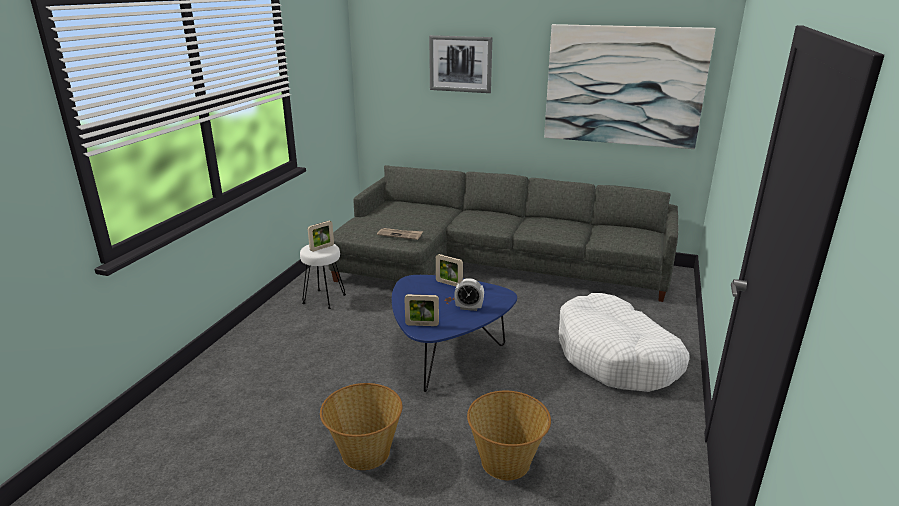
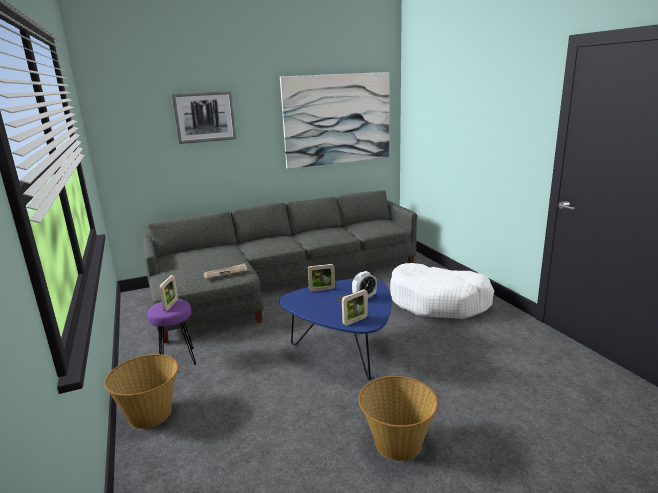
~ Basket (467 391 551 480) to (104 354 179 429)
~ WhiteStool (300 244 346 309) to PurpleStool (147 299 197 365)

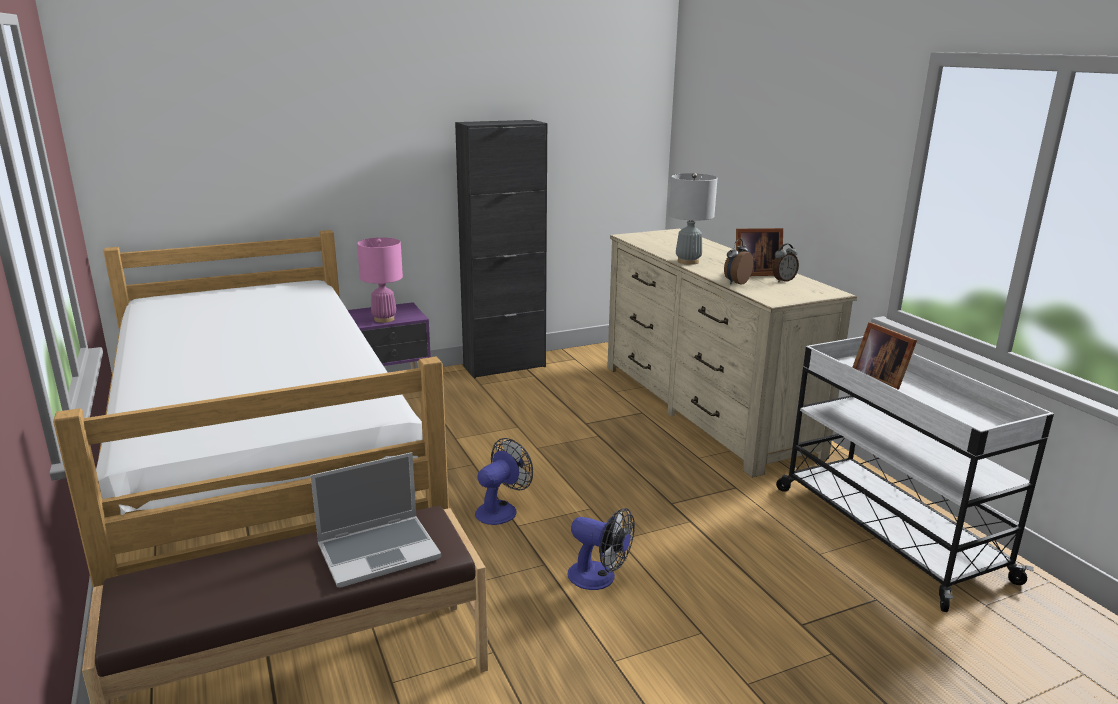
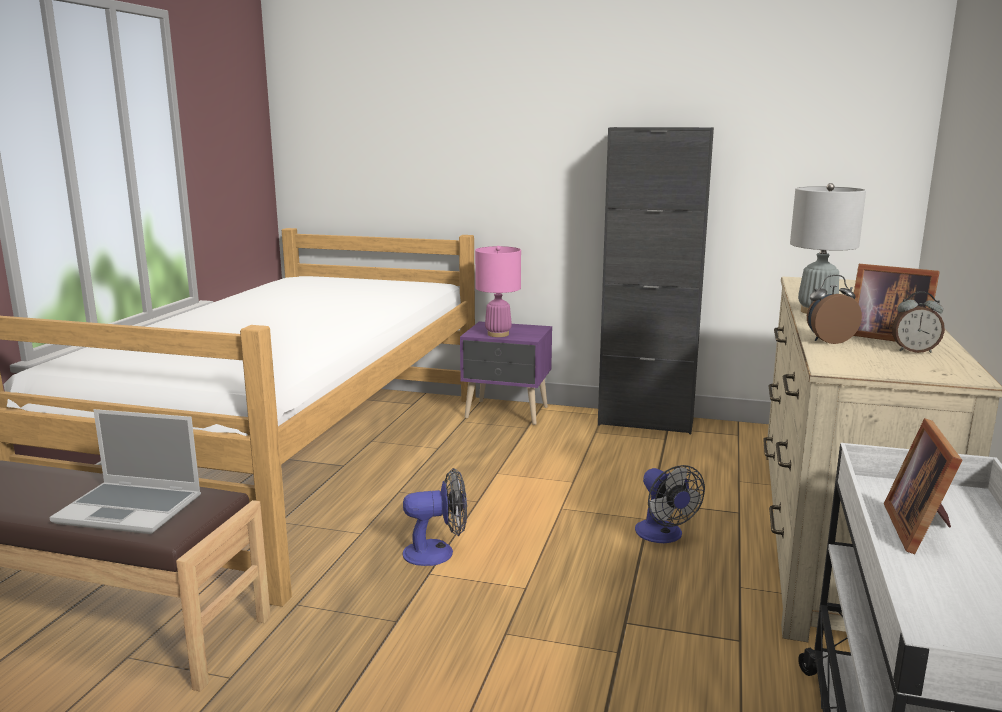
~ Fan (568 508 635 590) to (635 465 705 543)

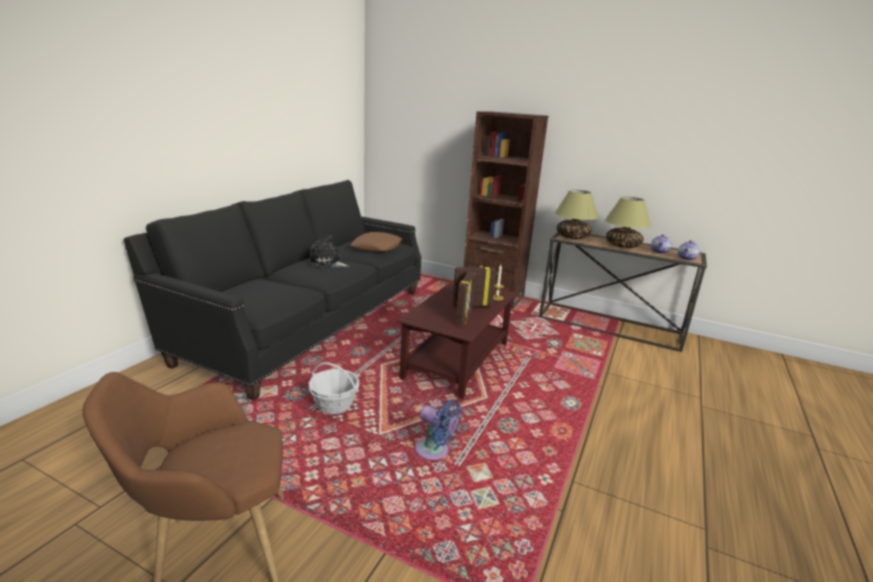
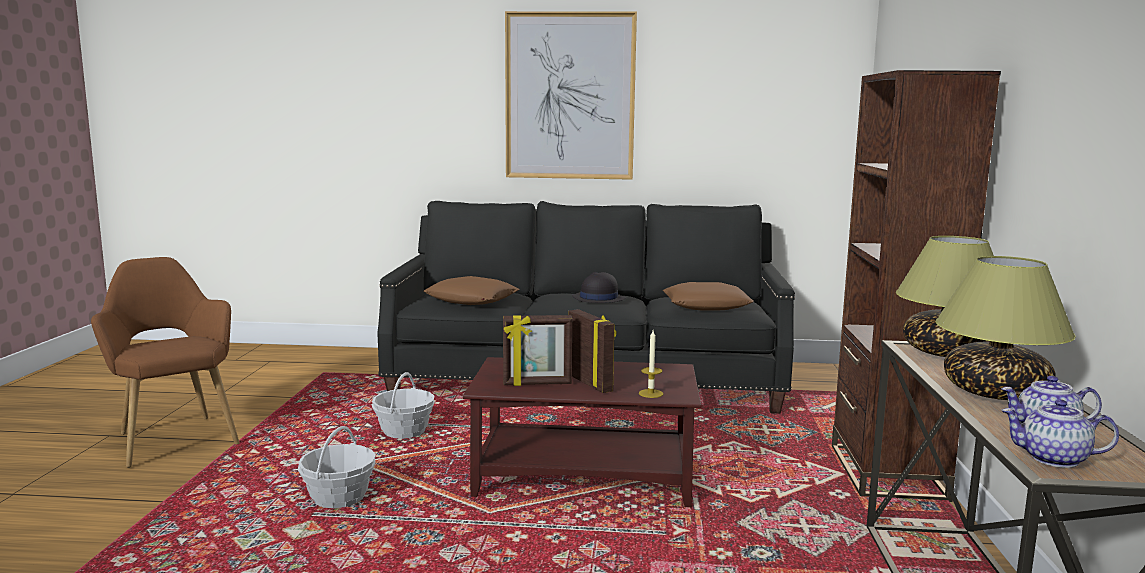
+ BrownPillow (424 276 519 305)
+ Picture (505 11 637 180)
~ PlushToy (309 236 349 268) to BlackHat (572 272 626 303)
~ BlueFan (415 399 462 460) to Basket (298 426 376 508)

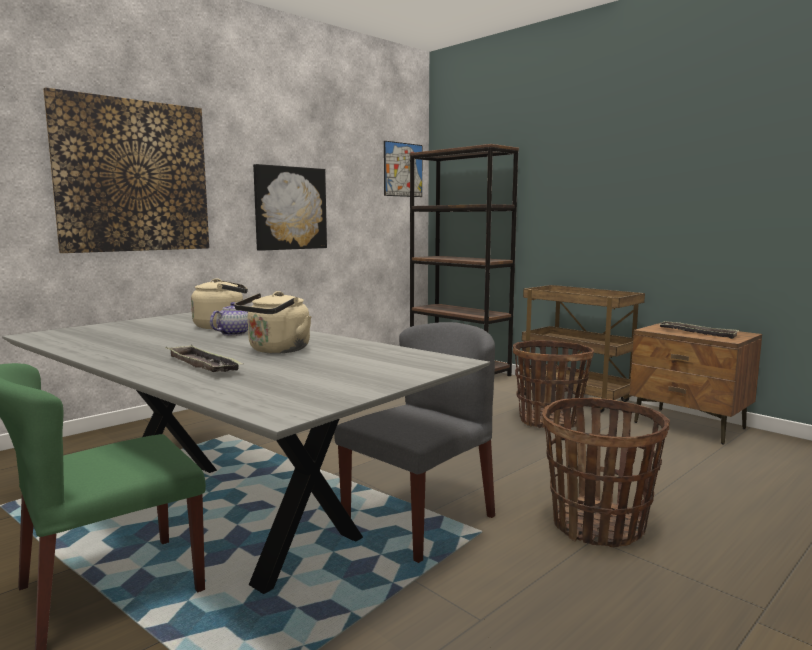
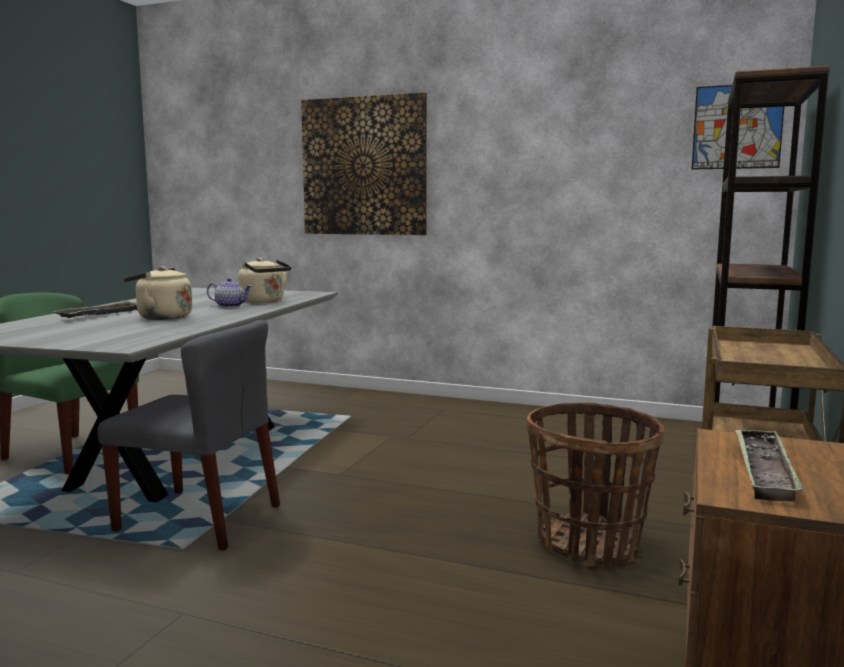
- Picture (253 164 327 251)
- Basket (542 398 670 547)

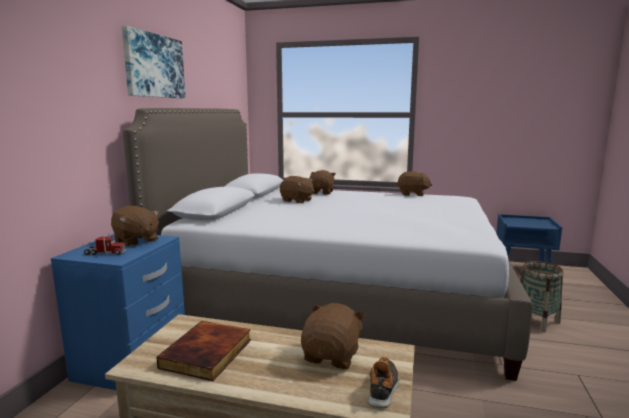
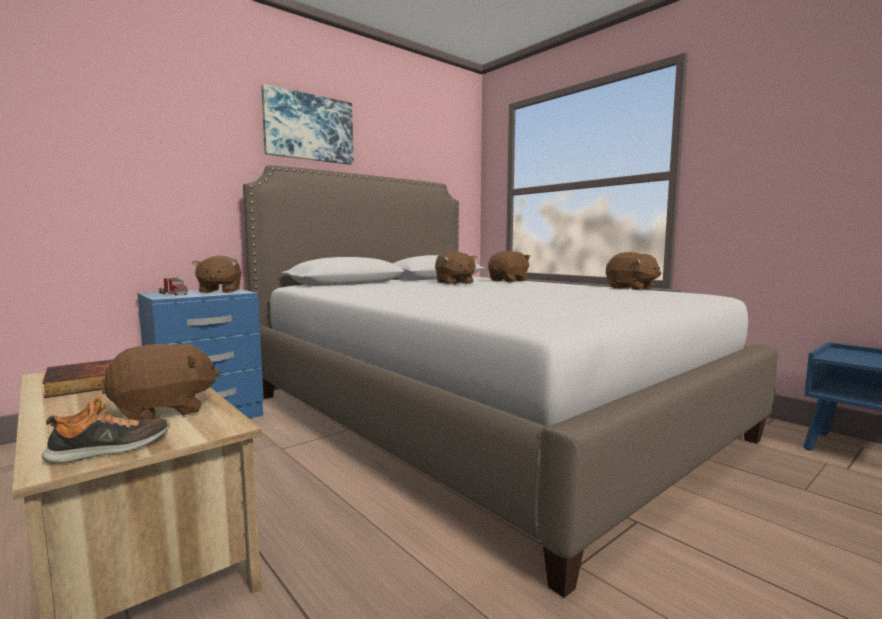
- Basket (520 261 563 332)

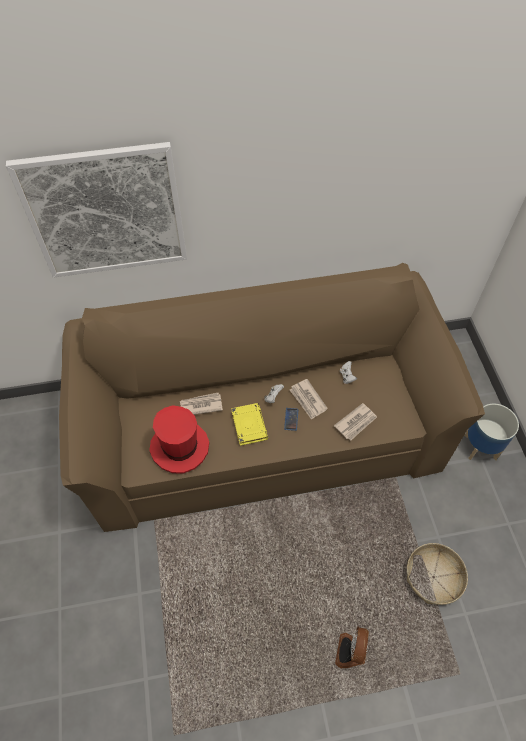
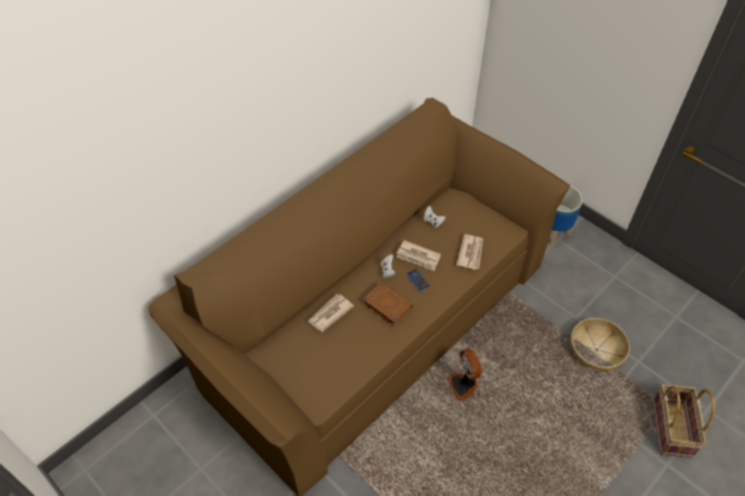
- Picture (6 142 187 278)
- RedHat (149 405 209 474)
+ Basket (652 384 715 458)
~ Fan (335 627 369 668) to (447 349 482 401)
~ YellowBook (231 403 268 446) to BrownBook (363 282 413 326)

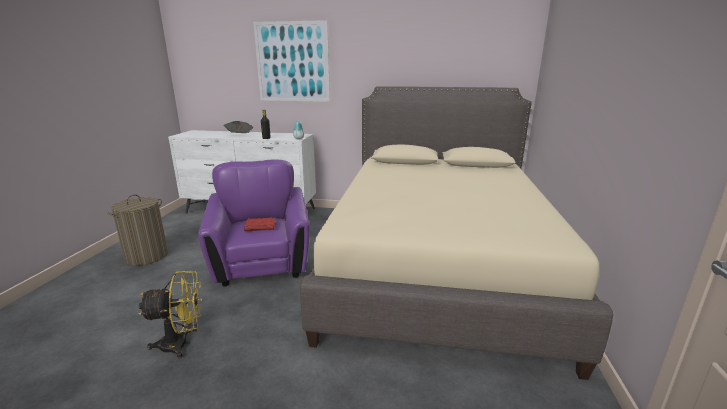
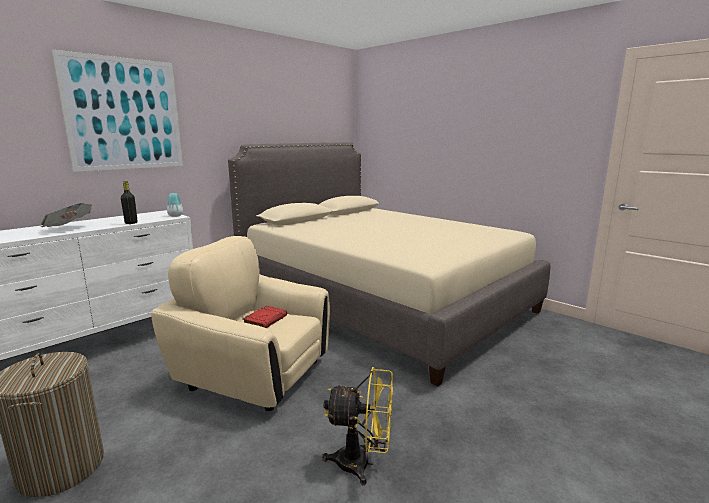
~ PurpleArmchair (198 159 310 287) to BeigeArmchair (151 236 330 411)
~ YellowFan (139 271 202 359) = (323 367 393 485) 75 degrees clockwise

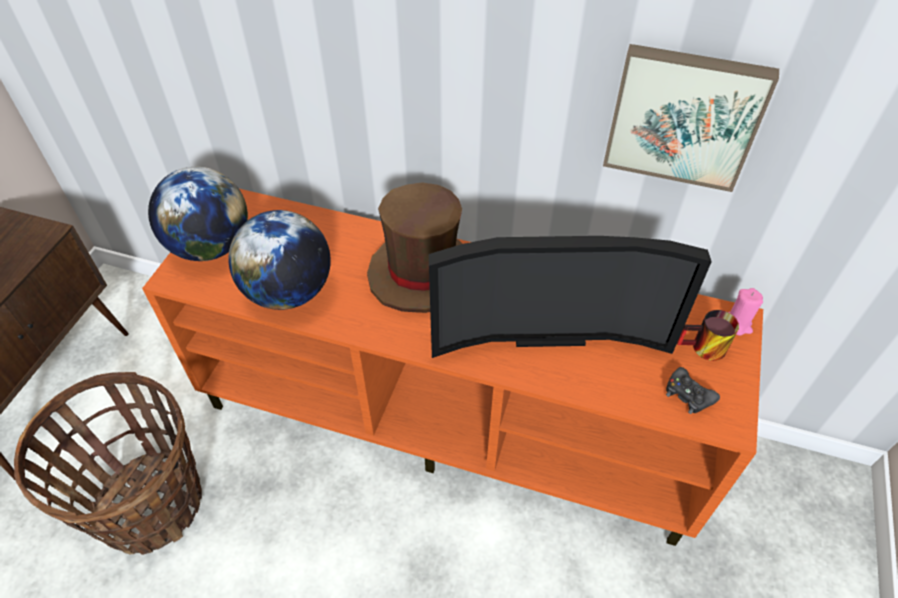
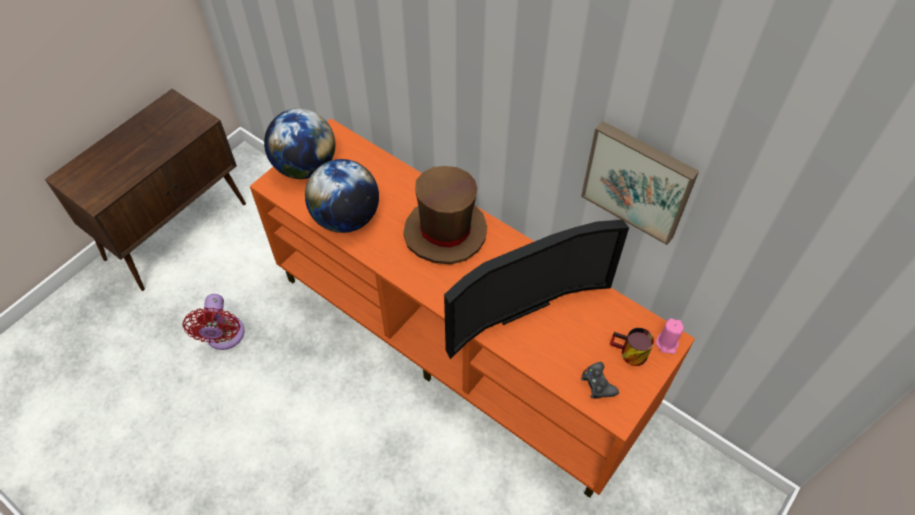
~ Basket (14 372 202 555) to RedFan (182 294 245 350)
~ Television (429 236 712 358) = (444 220 629 359) 45 degrees counterclockwise

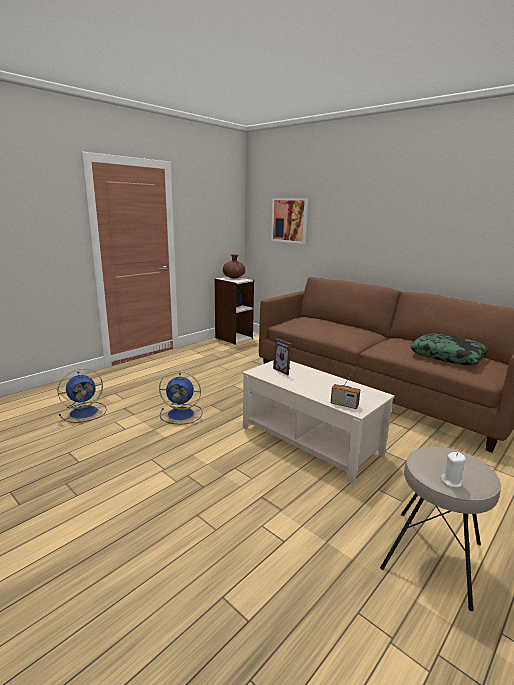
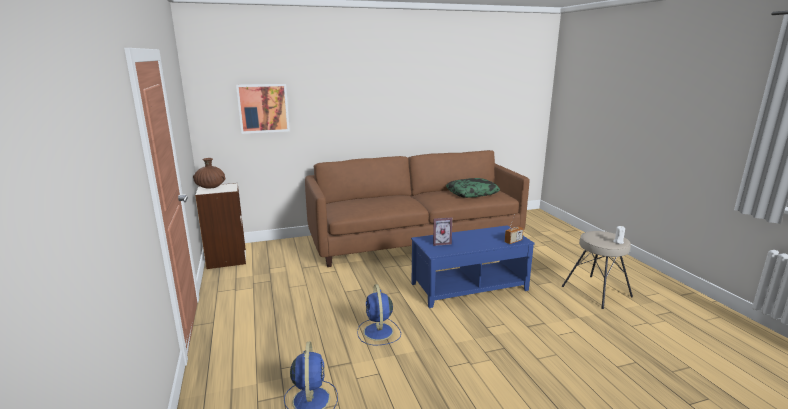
~ BeigeCoffeeTable (243 360 395 485) to BlueCoffeeTable (411 225 535 308)
~ BlueFan (159 370 203 425) = (357 284 401 345) 135 degrees clockwise

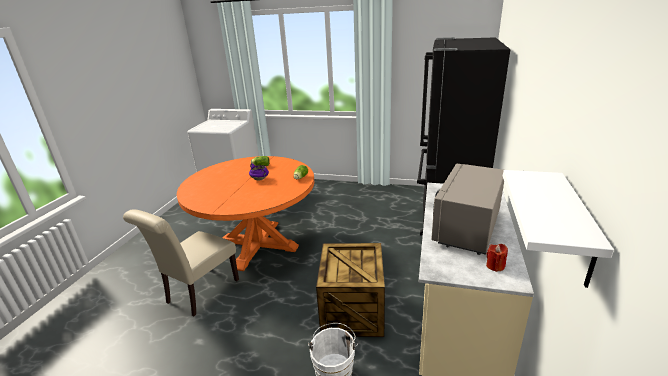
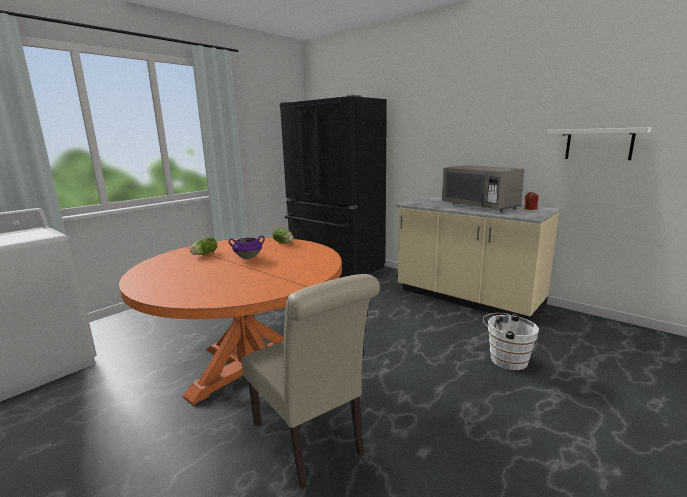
- Crate (316 243 385 337)

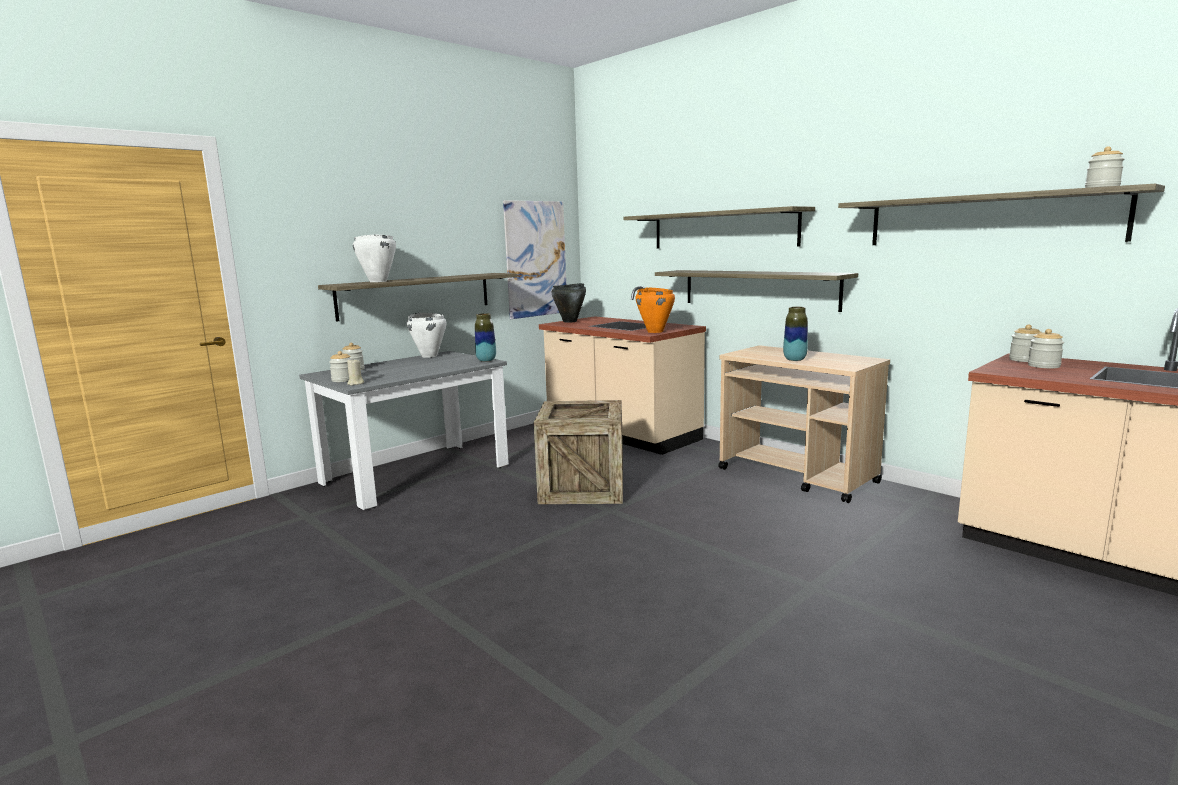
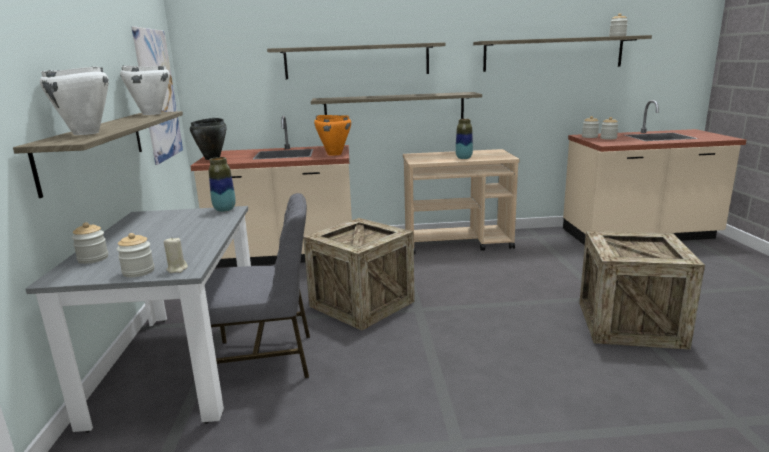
+ GreyChair (205 193 310 378)
+ Crate (579 231 705 350)
~ WhiteCookingPot (407 313 446 358) to (120 65 170 115)

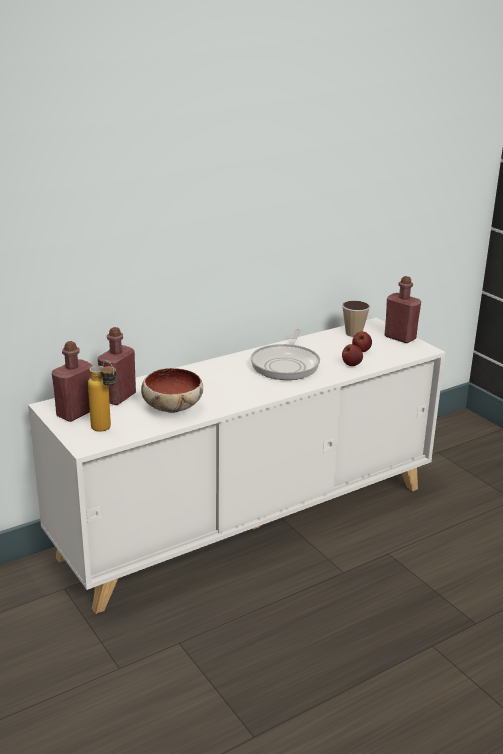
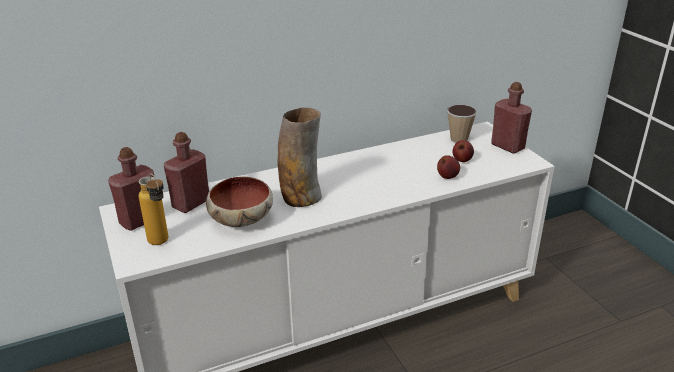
- FryingPan (251 329 320 380)
+ Vase (277 107 322 207)

